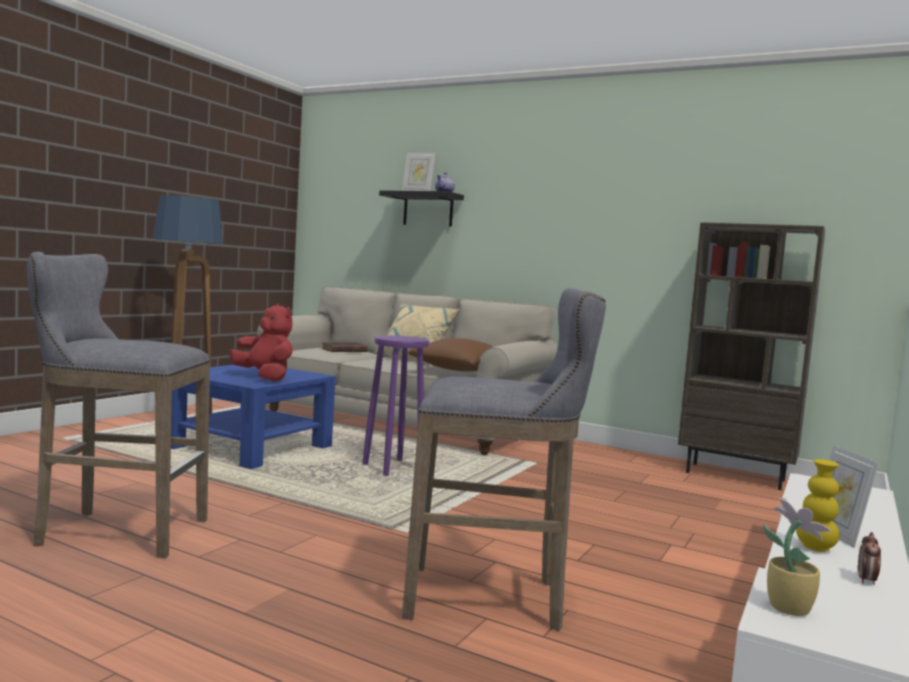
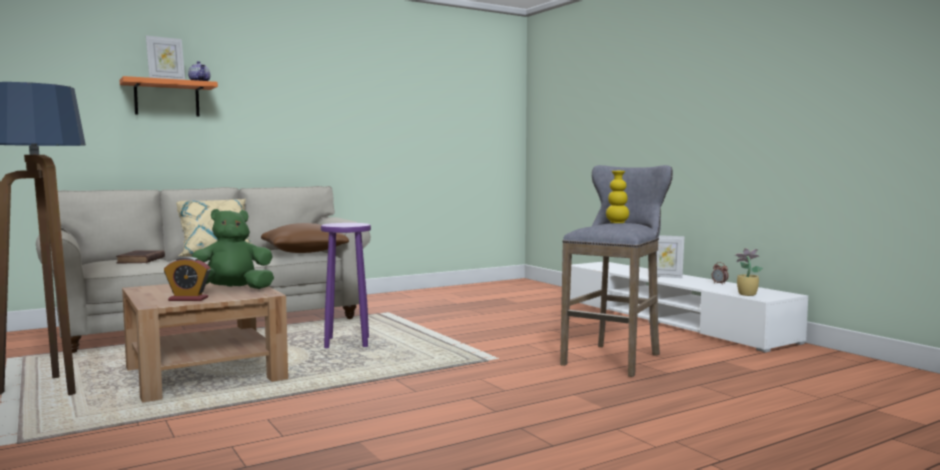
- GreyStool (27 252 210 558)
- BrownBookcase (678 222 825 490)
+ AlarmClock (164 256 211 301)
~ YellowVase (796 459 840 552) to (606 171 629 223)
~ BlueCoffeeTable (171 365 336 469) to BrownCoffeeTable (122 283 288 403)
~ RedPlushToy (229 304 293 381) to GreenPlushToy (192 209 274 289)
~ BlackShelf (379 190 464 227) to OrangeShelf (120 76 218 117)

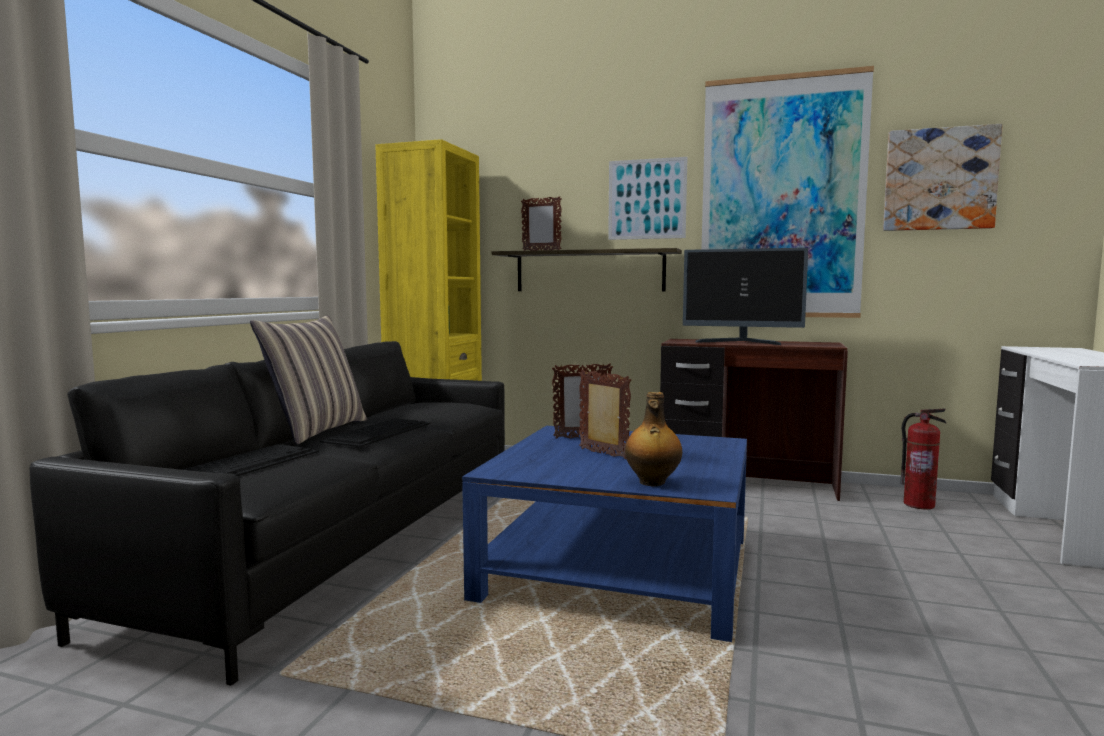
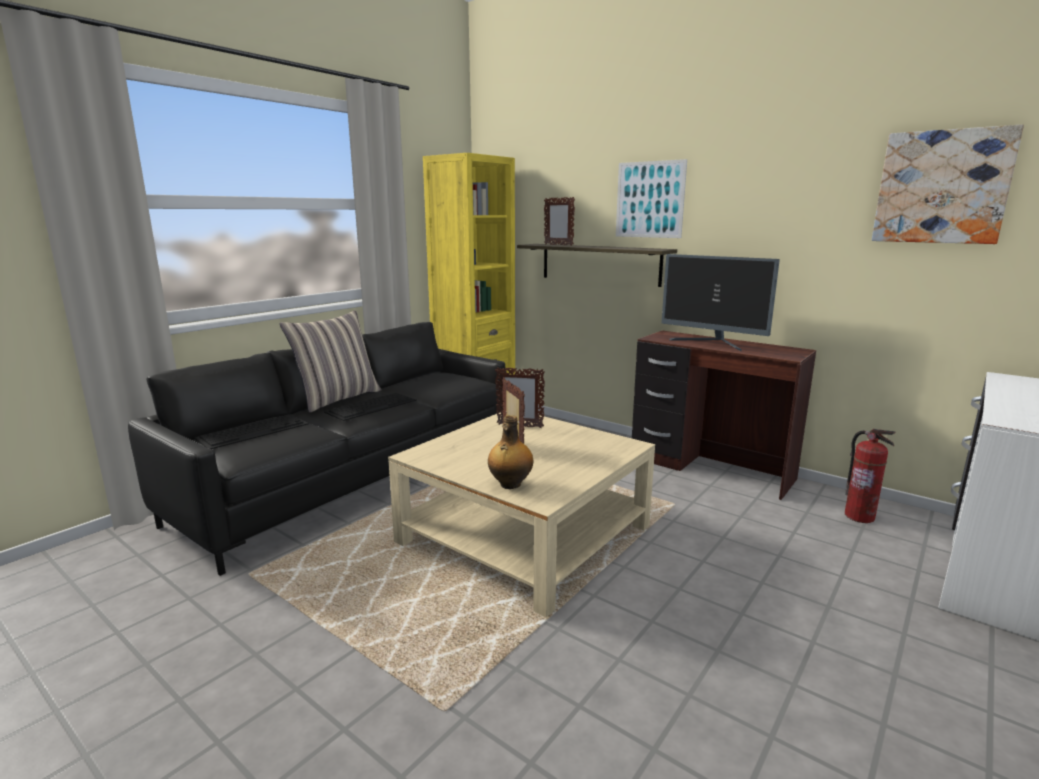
- Picture (701 66 874 318)
~ BlueCoffeeTable (462 426 747 642) to BeigeCoffeeTable (388 412 655 617)

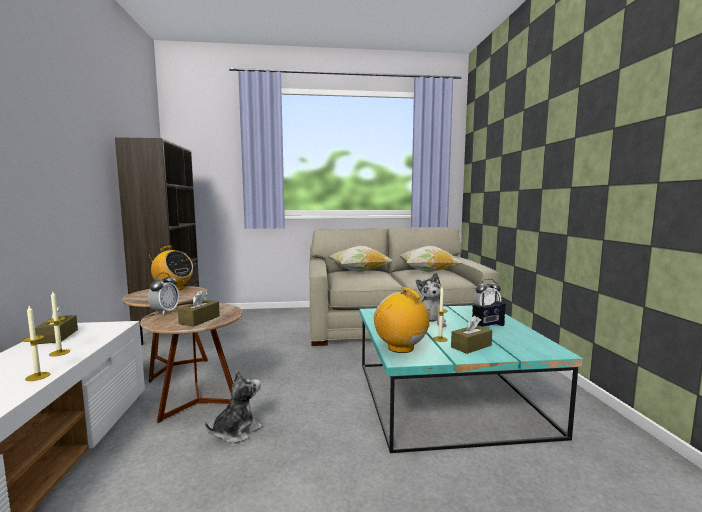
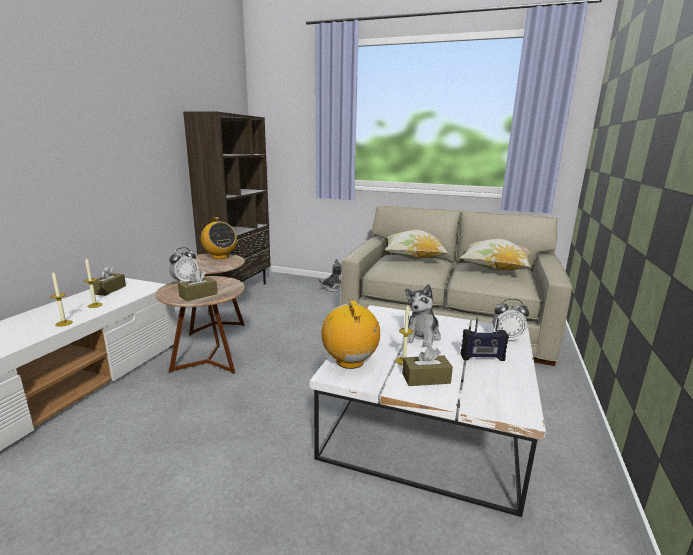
~ PlushToy (205 370 263 443) to (319 258 342 292)
~ TurquoiseCoffeeTable (360 305 583 453) to WhiteCoffeeTable (310 305 546 517)

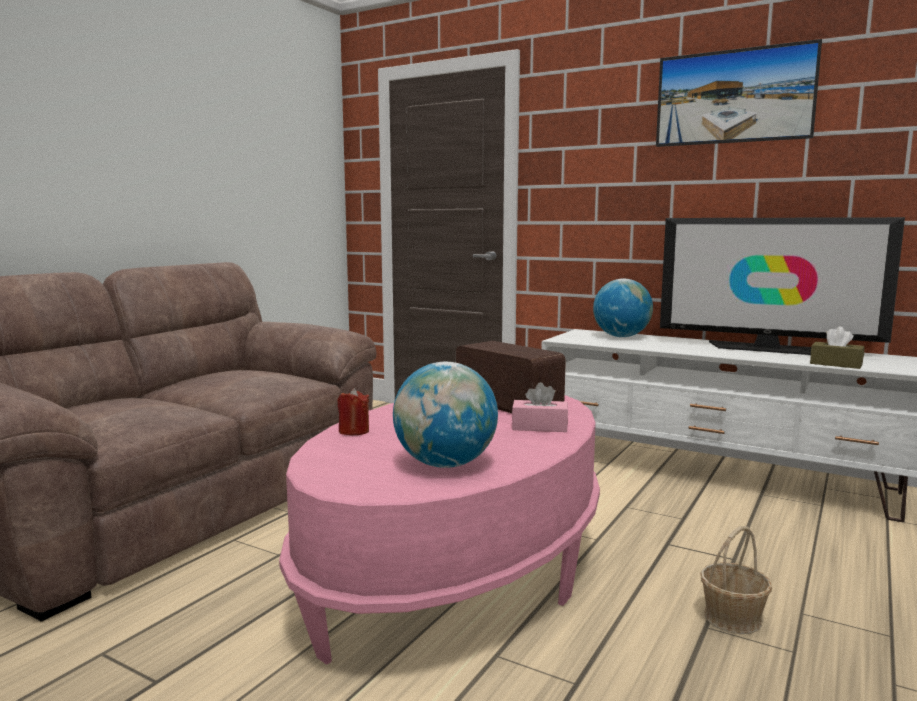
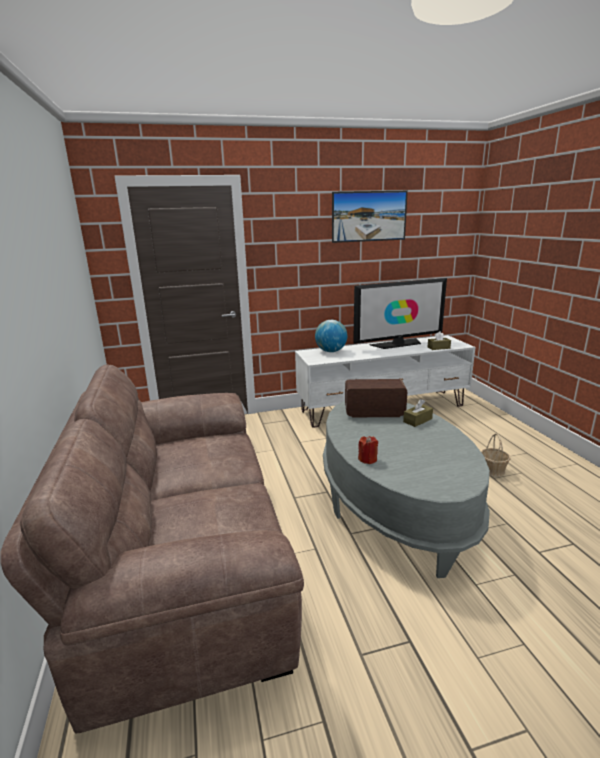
- Globe (393 362 498 468)
~ PinkCoffeeTable (279 395 600 665) to GreyCoffeeTable (323 401 490 578)
~ PinkTissueBox (512 382 568 432) to BrownTissueBox (403 399 433 427)

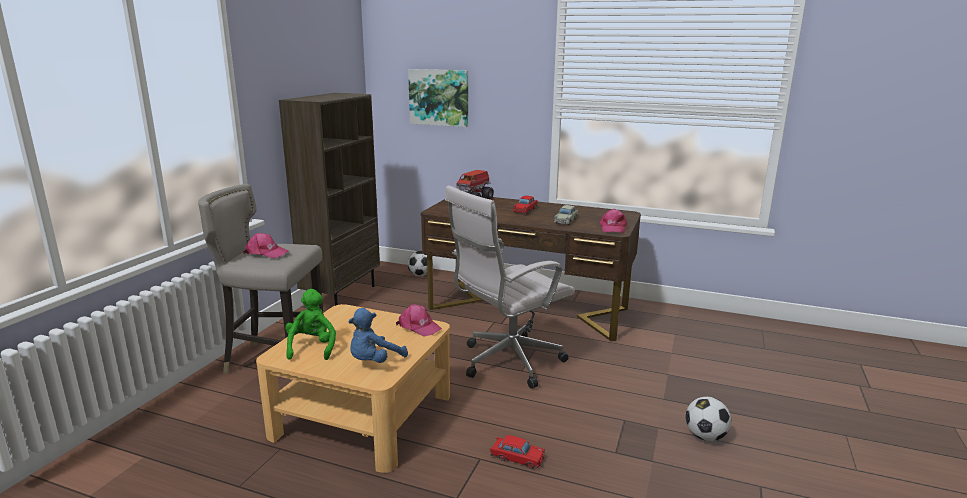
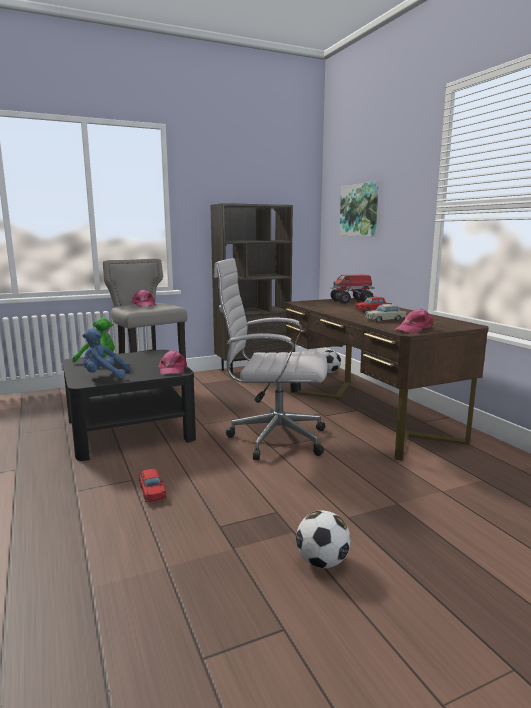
~ BeigeCoffeeTable (256 304 450 473) to BlackCoffeeTable (62 350 196 461)

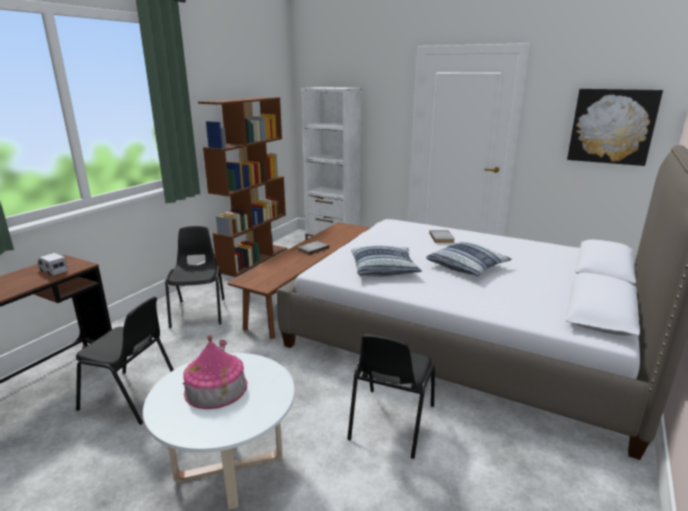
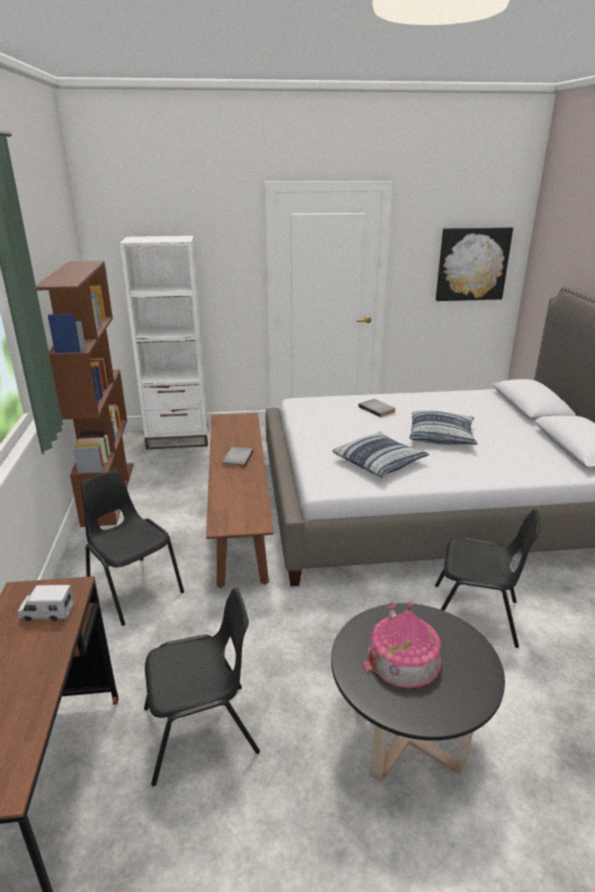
~ WhiteCoffeeTable (143 353 295 510) to BlackCoffeeTable (331 603 505 783)
~ BlackChair (347 334 435 459) = (435 509 541 648) 60 degrees counterclockwise

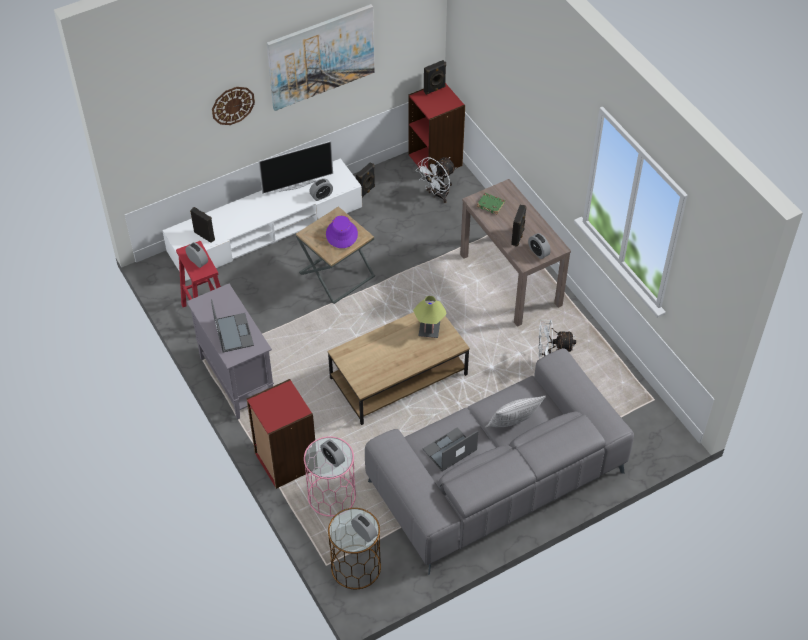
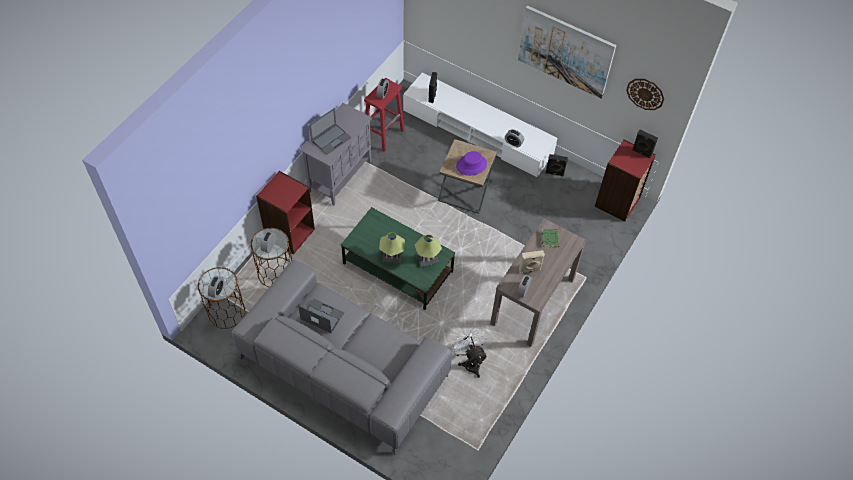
- Television (258 141 333 194)
- WhiteFan (416 157 456 203)
- Pillow (485 396 546 428)
+ TableLamp (379 232 405 264)
~ WallClock (212 87 255 125) to (626 79 664 110)
~ PinkSideTable (304 436 356 517) to BrownSideTable (250 228 292 287)
~ BrownCoffeeTable (327 312 470 425) to GreenCoffeeTable (341 207 455 310)
~ BlackSpeaker (511 205 527 247) to BeigeSpeaker (519 250 545 274)

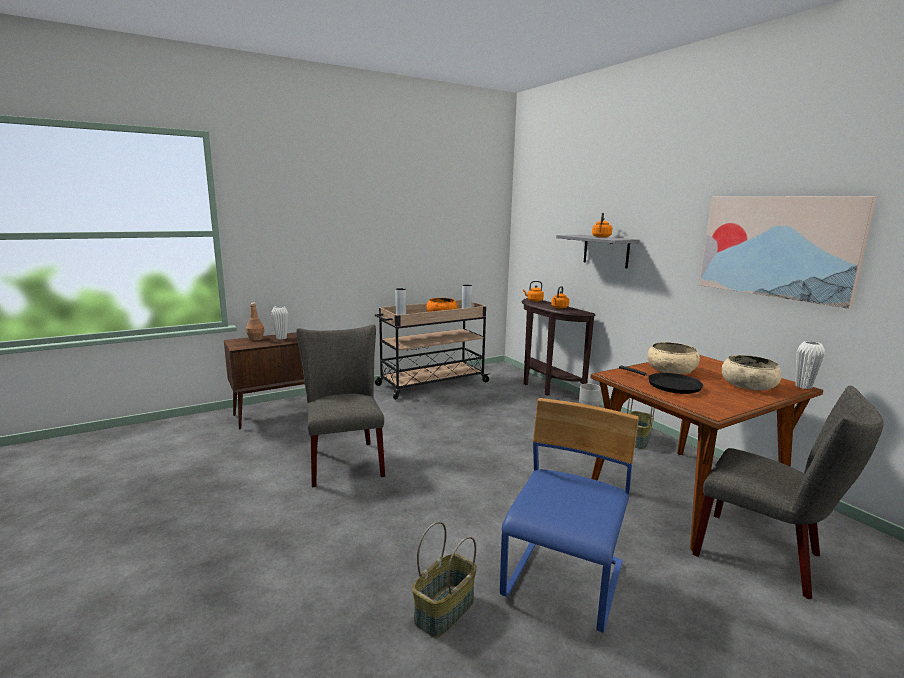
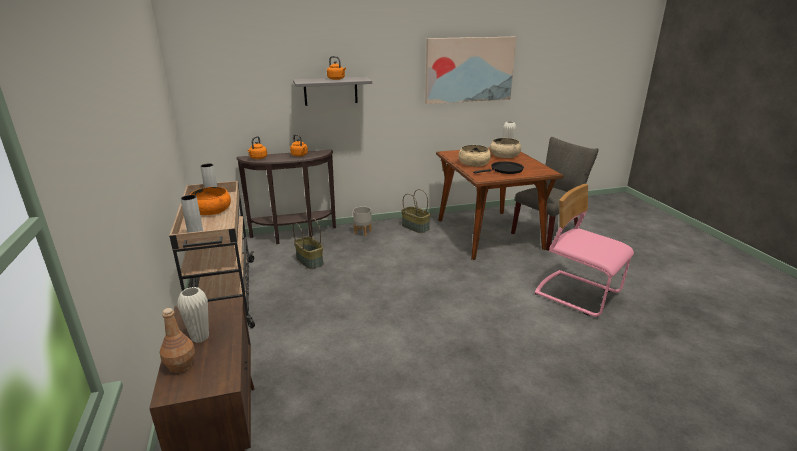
- GreyChair (296 324 385 487)
~ Basket (412 521 477 637) to (293 218 324 269)
~ BlueChair (500 398 639 633) to PinkChair (535 184 634 317)

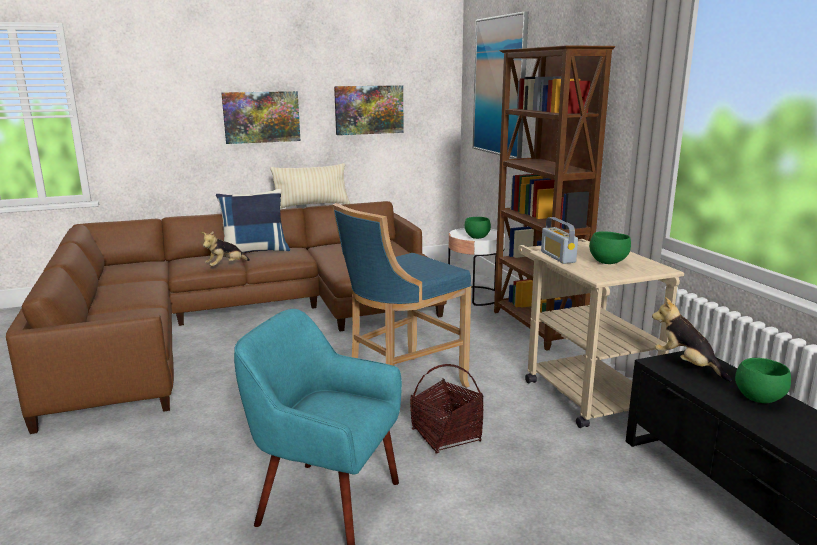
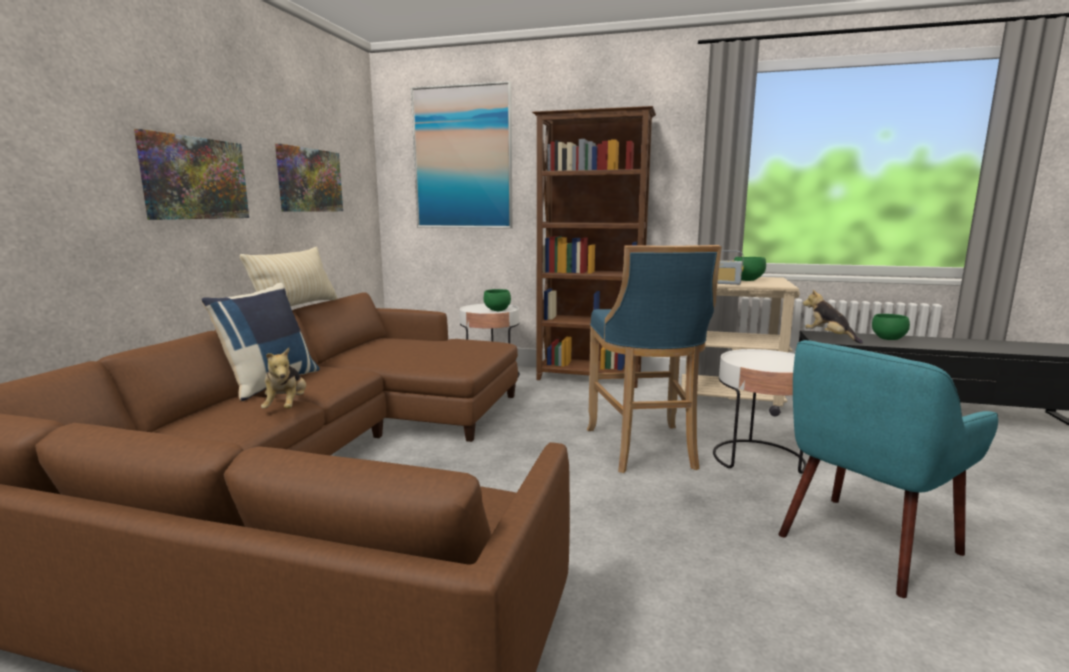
~ Basket (410 364 484 454) to WhiteSideTable (713 349 807 474)
~ PlushToy (652 297 732 382) = (803 290 863 344) 60 degrees clockwise

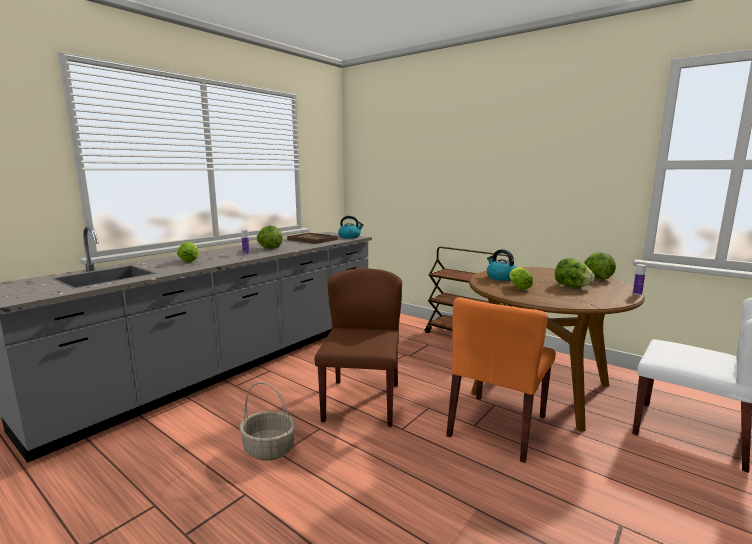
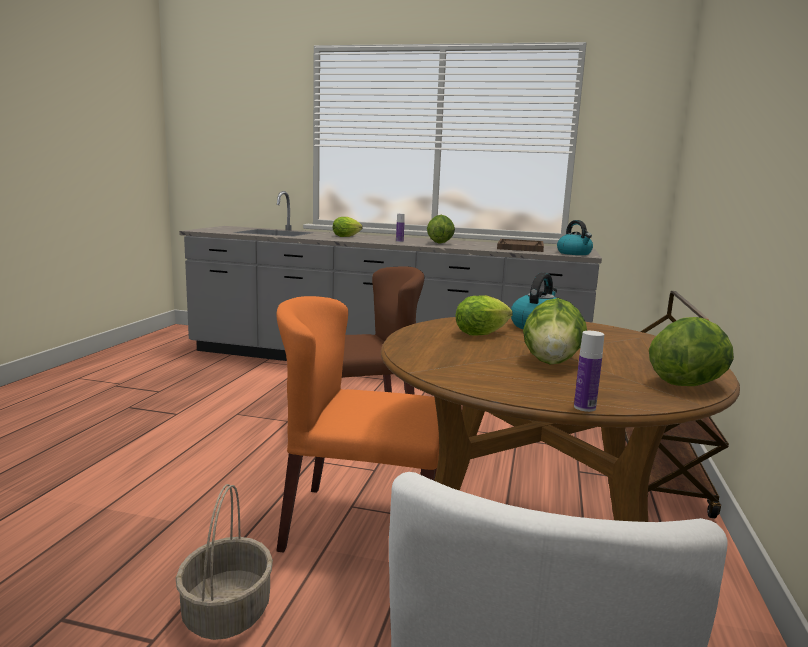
~ Basket (239 382 295 460) to (175 484 273 640)

